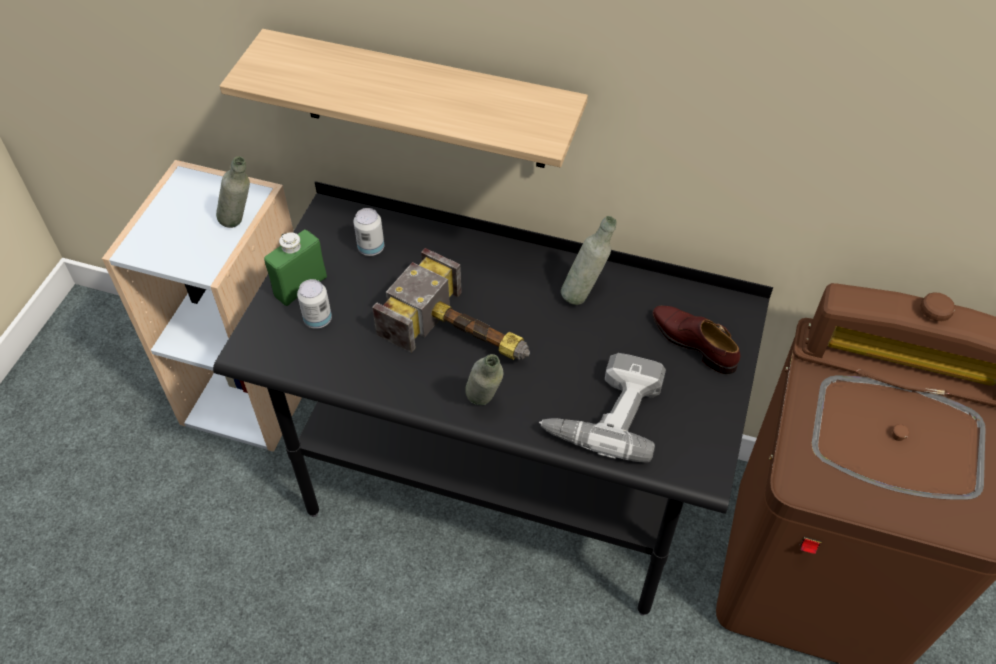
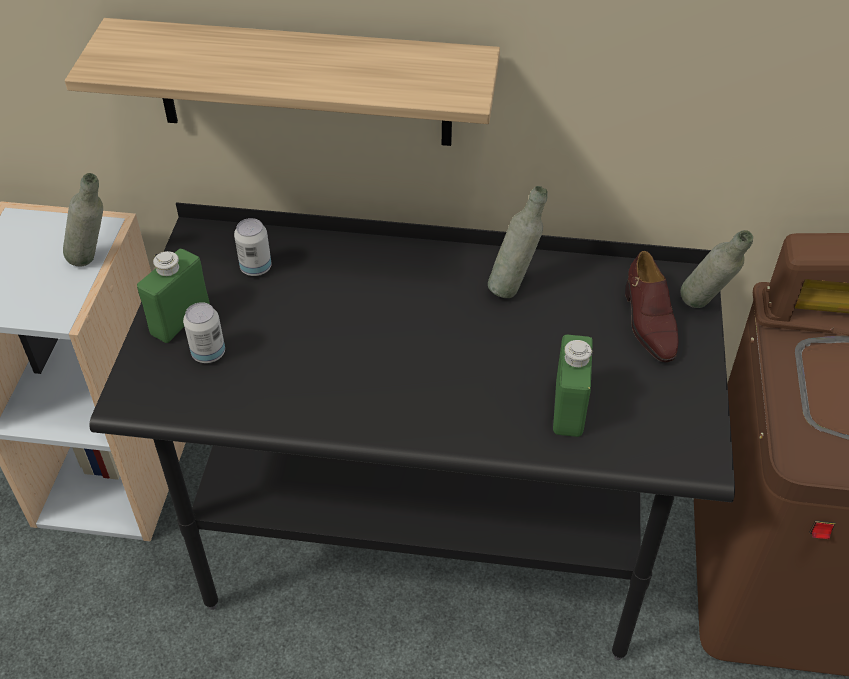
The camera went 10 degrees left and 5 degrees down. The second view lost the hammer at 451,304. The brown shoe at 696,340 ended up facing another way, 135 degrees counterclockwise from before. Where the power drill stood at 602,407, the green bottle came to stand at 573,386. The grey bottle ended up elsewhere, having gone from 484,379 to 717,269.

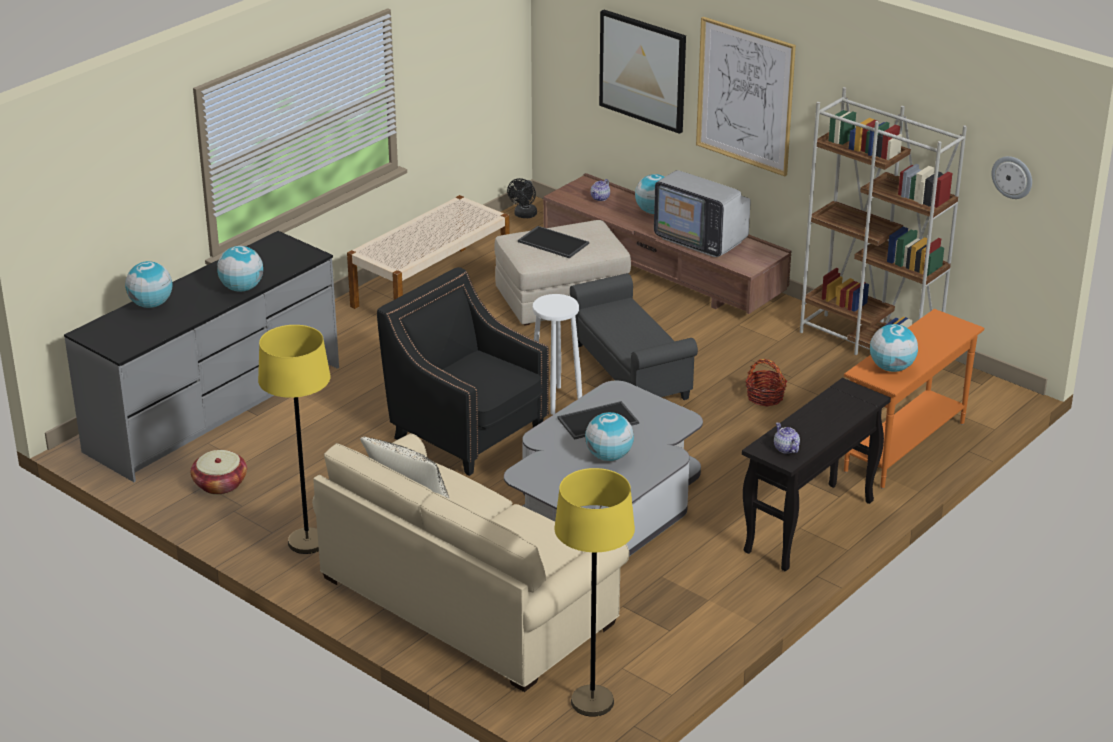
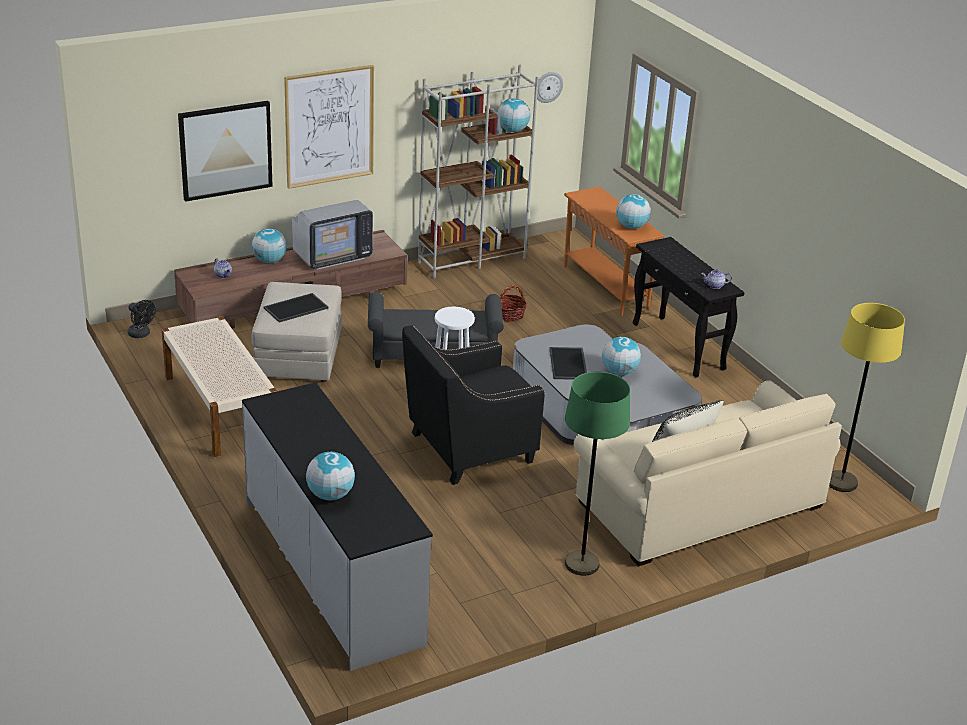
The camera went 70 degrees left and 0 degrees up. The globe ended up elsewhere, having gone from 240,269 to 513,115. What was the yellow floor lamp at 294,439 turned into the green floor lamp at 597,474. The second view lost the basket at 218,472.

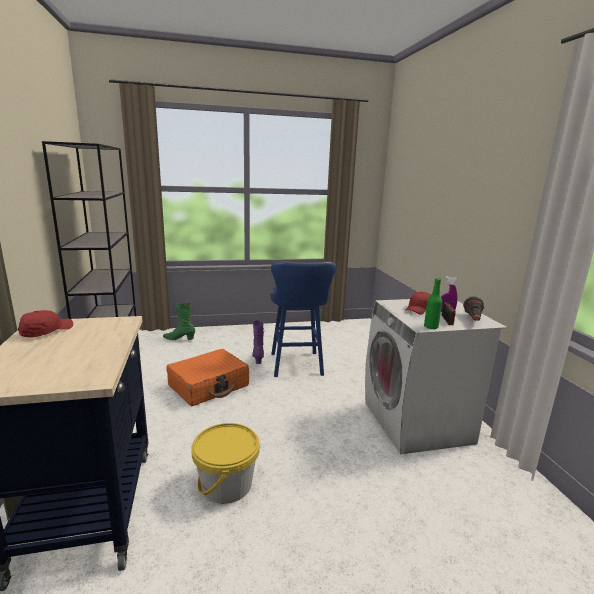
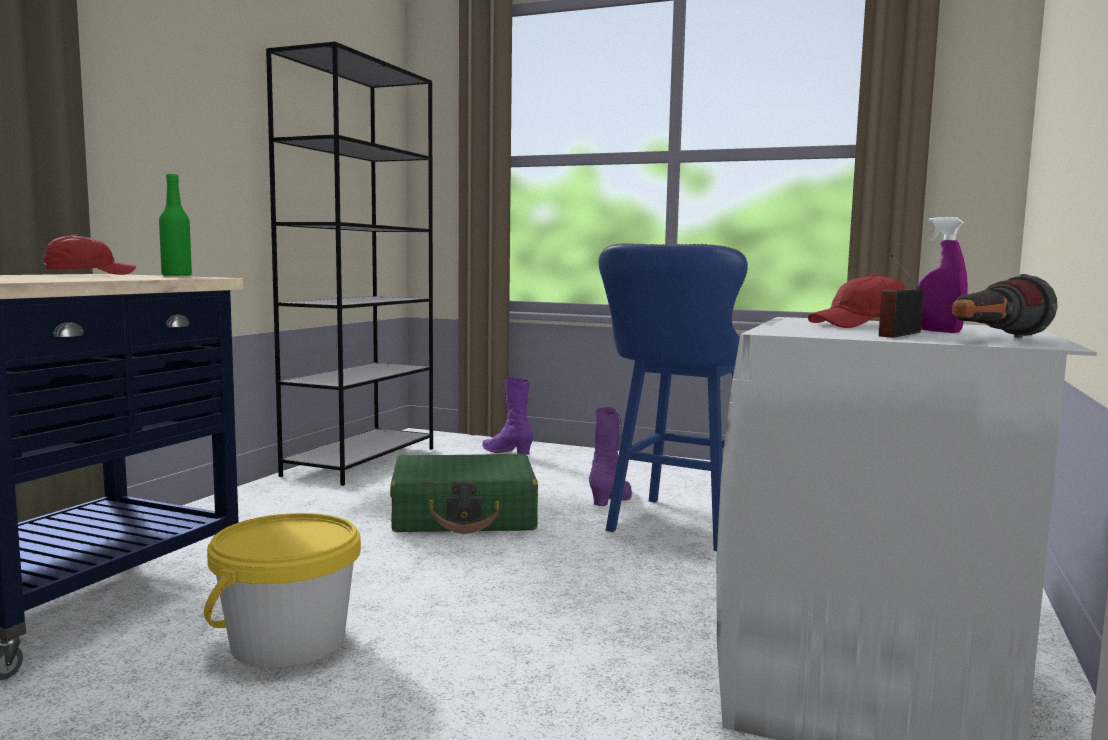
The camera went 35 degrees right and 10 degrees down. The green bottle ended up elsewhere, having gone from 433,303 to 175,225. What was the green boot at 179,321 turned into the purple boot at 507,416. What was the orange suitcase at 207,377 turned into the green suitcase at 464,494.

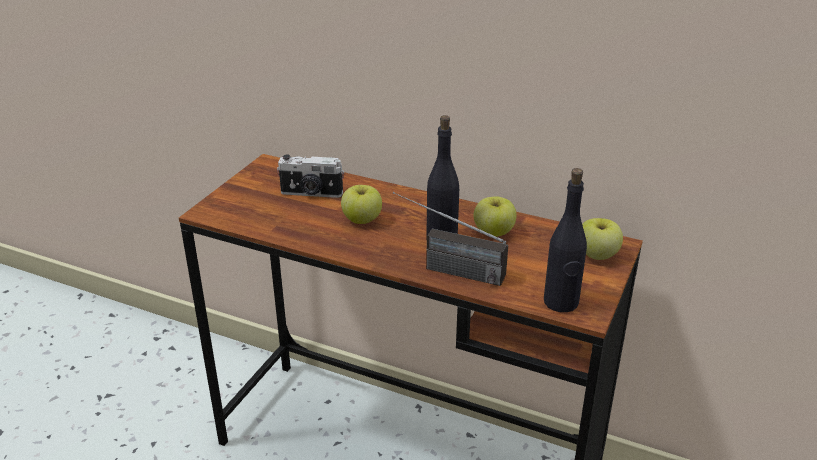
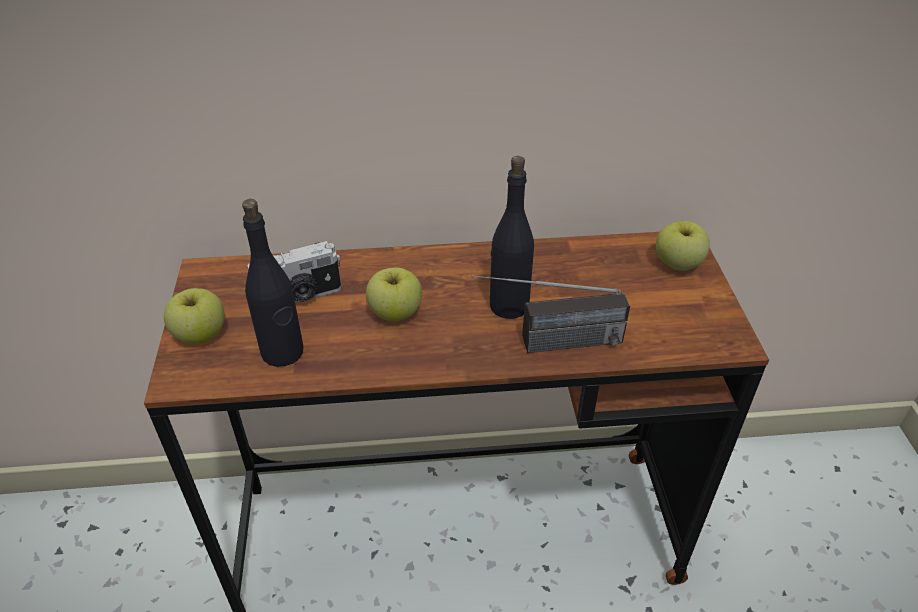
The camera went 30 degrees left and 10 degrees up. The black bottle ended up elsewhere, having gone from 565,240 to 273,283. The apple ended up elsewhere, having gone from 495,216 to 194,316.

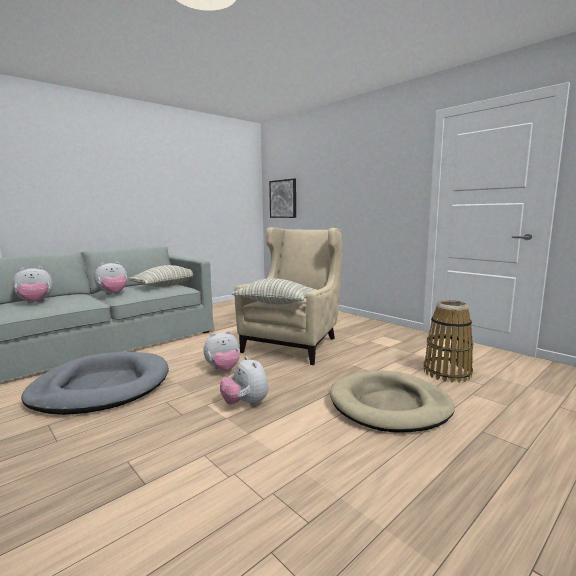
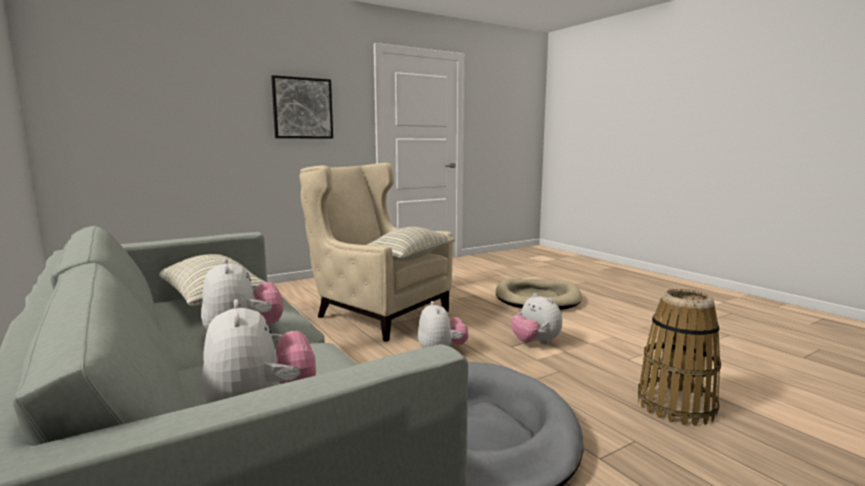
The camera went 80 degrees left and 0 degrees up. The picture ended up elsewhere, having gone from 282,198 to 302,107. The basket ended up elsewhere, having gone from 448,341 to 679,357. The plush toy at 244,381 ended up facing another way, 75 degrees clockwise from before.

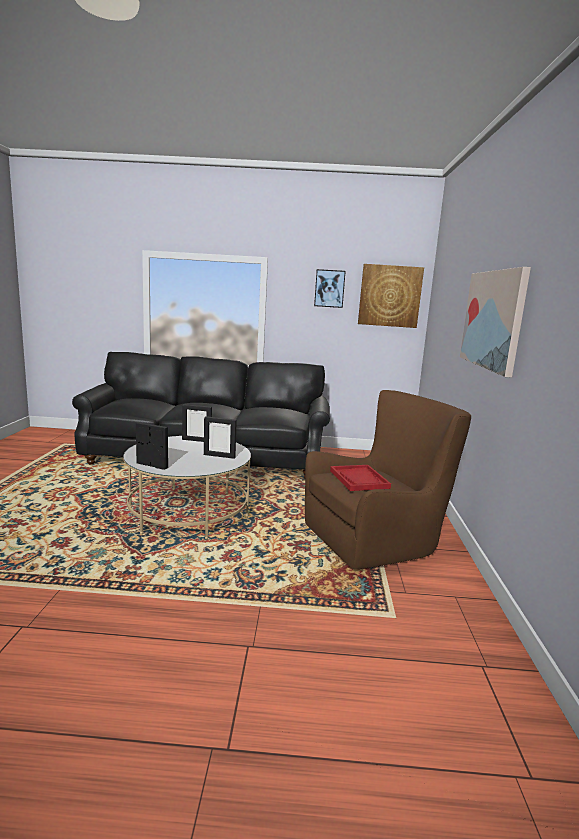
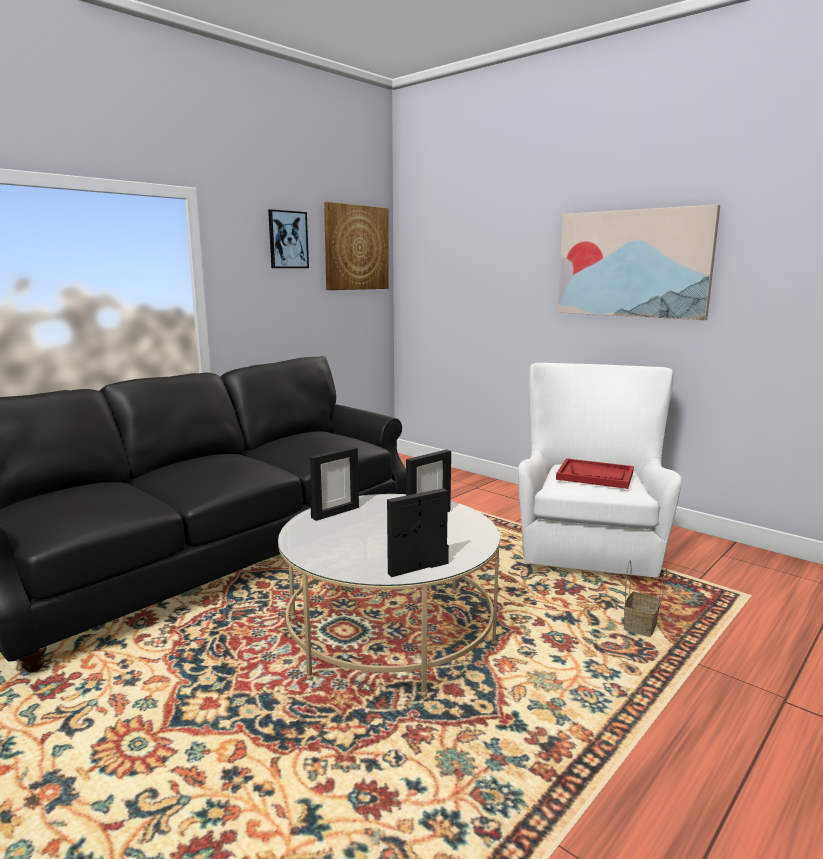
The camera went 50 degrees left and 0 degrees up. What was the brown armchair at 388,479 turned into the white armchair at 600,470. The second view gained the basket at 645,598.

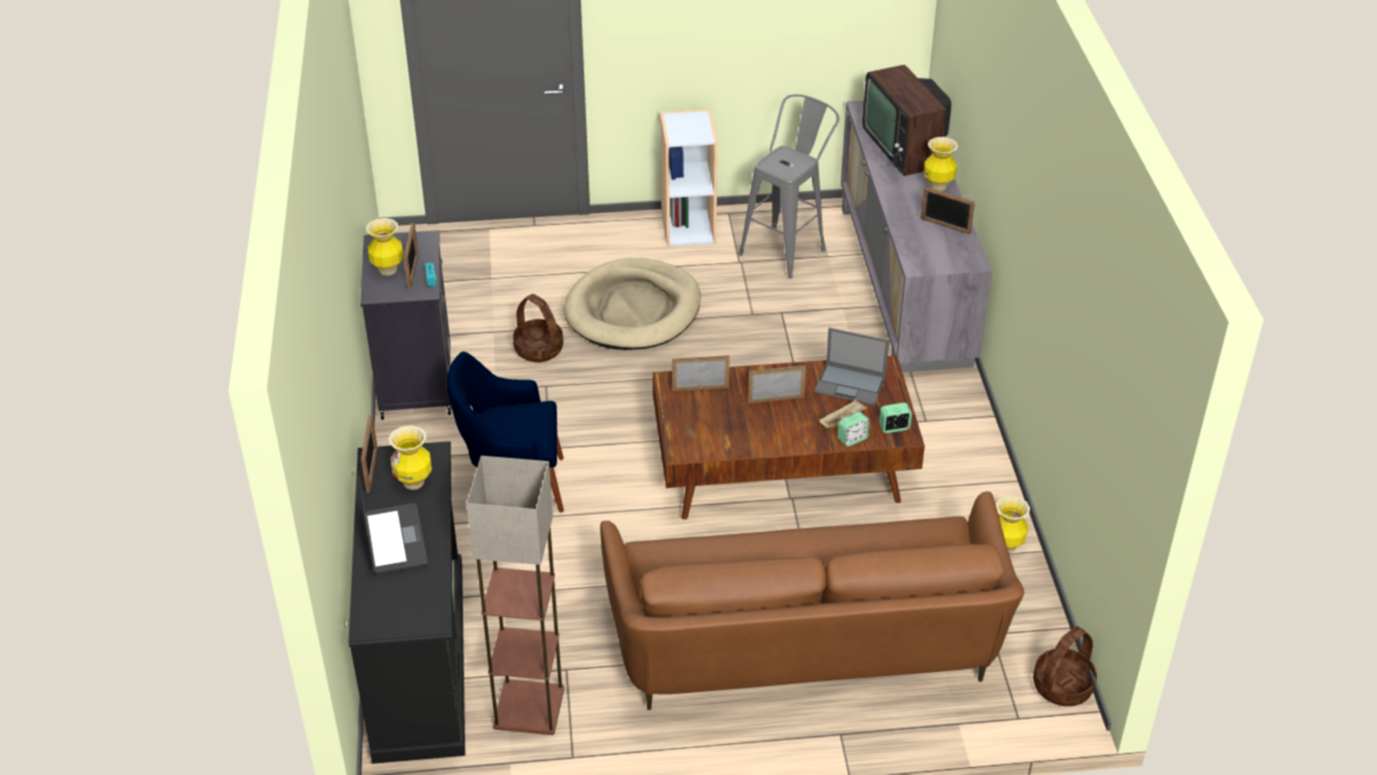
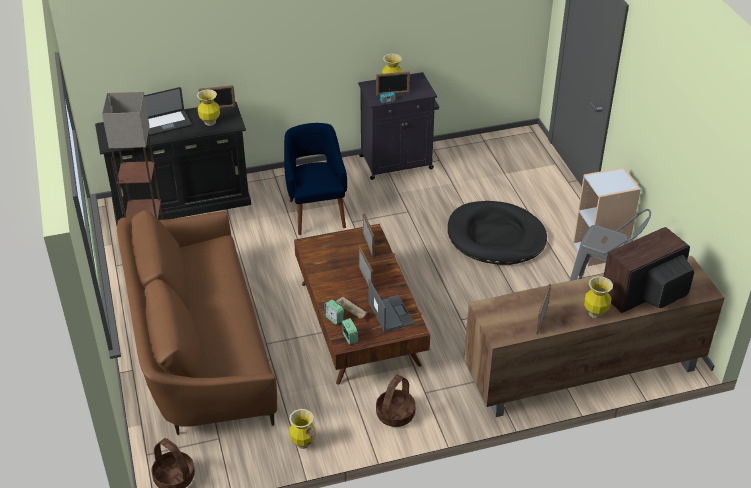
The camera went 80 degrees right and 0 degrees up. What was the grey tv stand at 916,236 turned into the brown tv stand at 594,336. What was the beige dog bed at 632,304 turned into the black dog bed at 497,233. The basket ended up elsewhere, having gone from 538,328 to 396,401. The laptop at 851,366 ended up facing another way, 150 degrees clockwise from before.

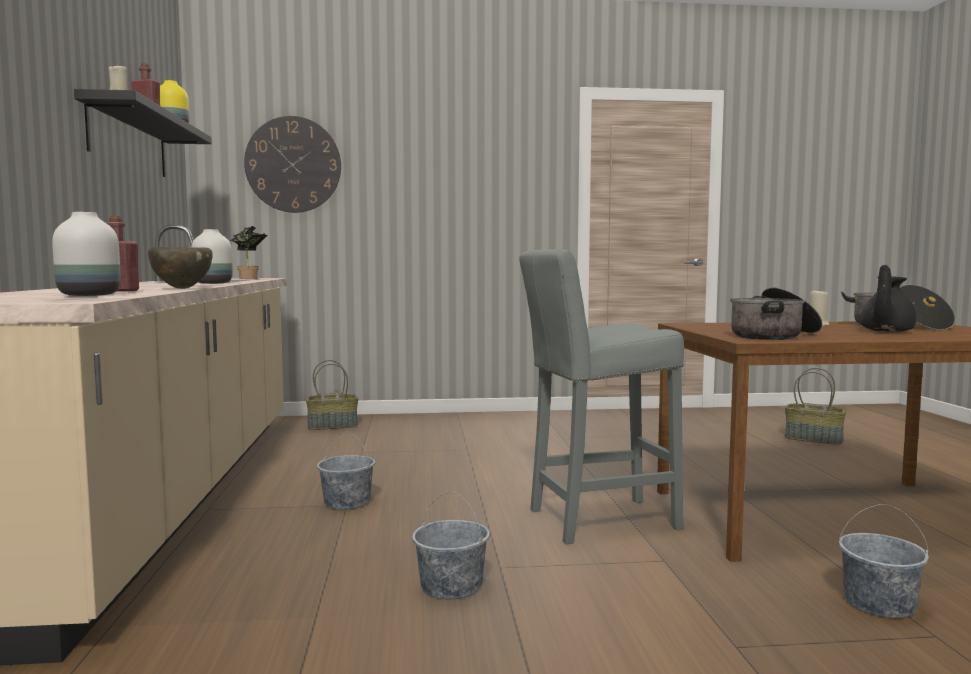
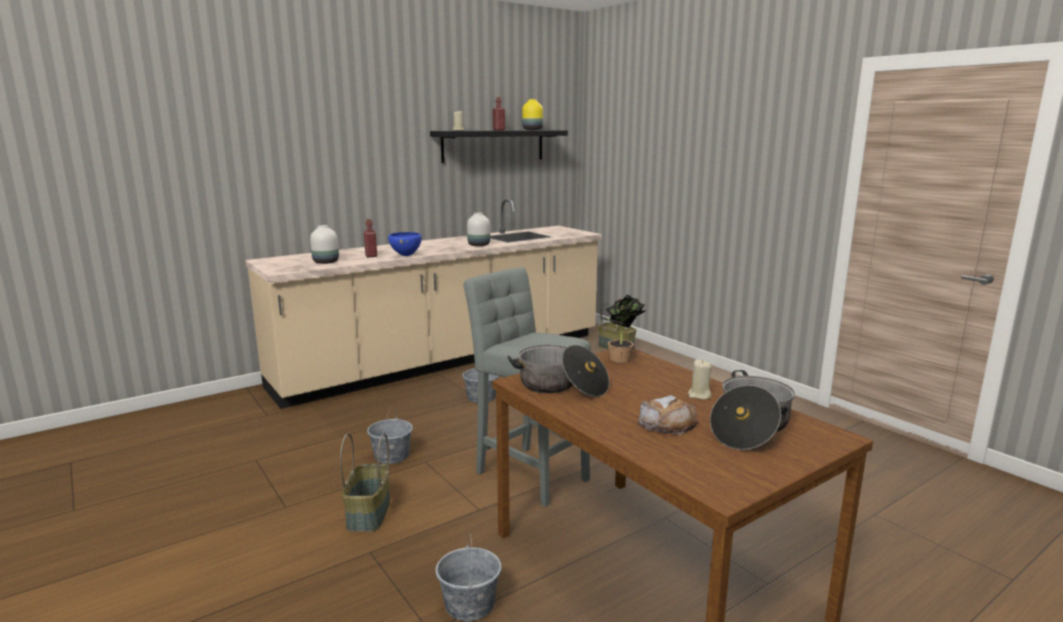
The camera went 60 degrees right and 10 degrees up. The second view lost the wall clock at 292,164. The potted plant ended up elsewhere, having gone from 249,252 to 622,329. What was the brown bowl at 180,268 turned into the blue bowl at 405,244. Where the black teapot stood at 888,298, the bread came to stand at 667,415. The basket ended up elsewhere, having gone from 815,406 to 365,482.

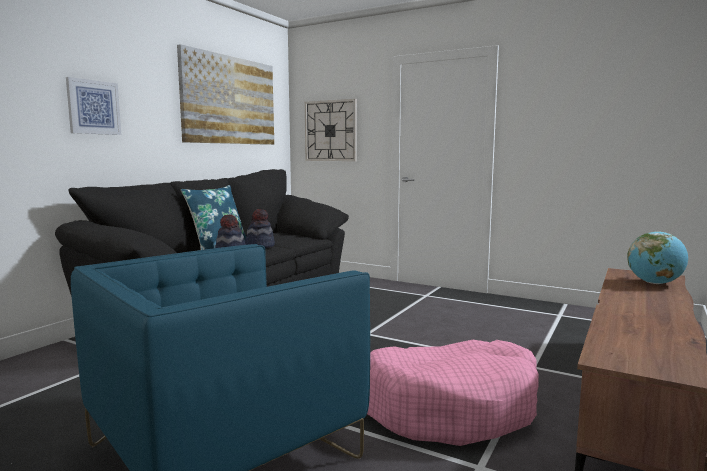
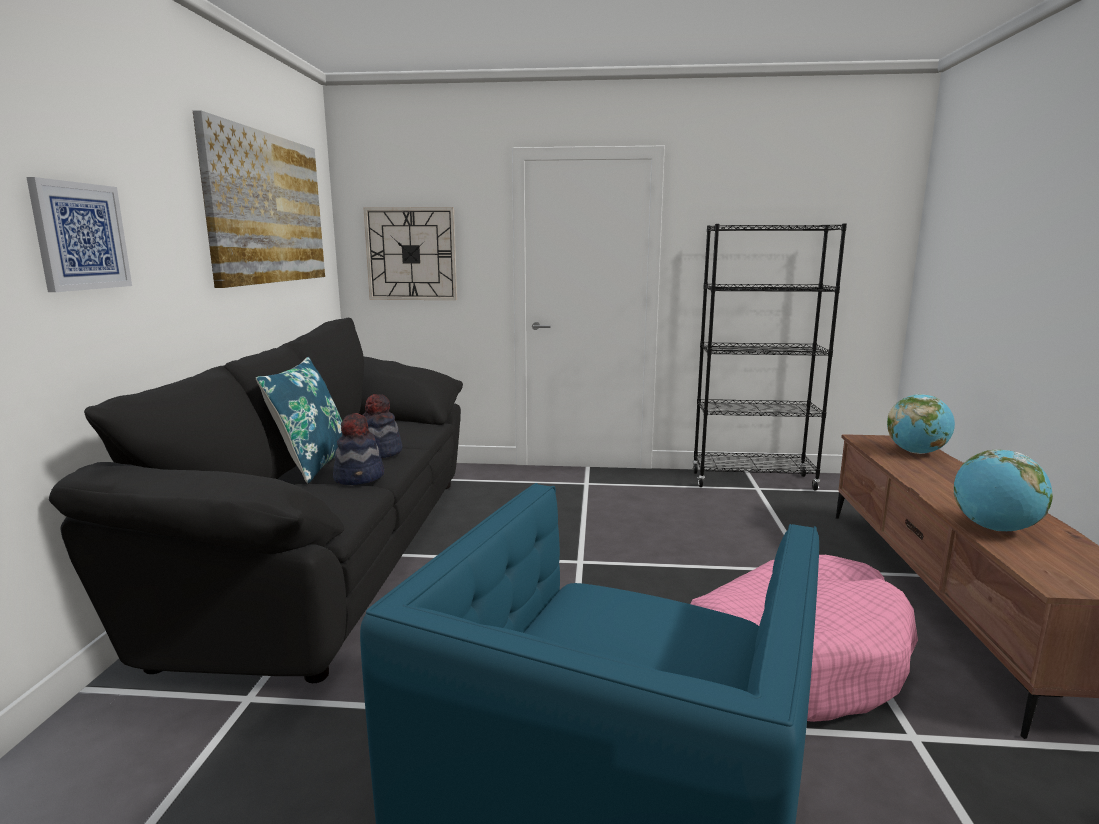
The camera went 25 degrees left and 5 degrees up. The second view gained the black bookcase at 769,357. The second view gained the globe at 1003,490.

